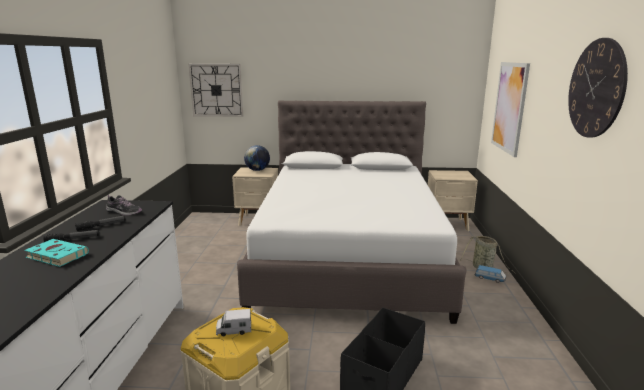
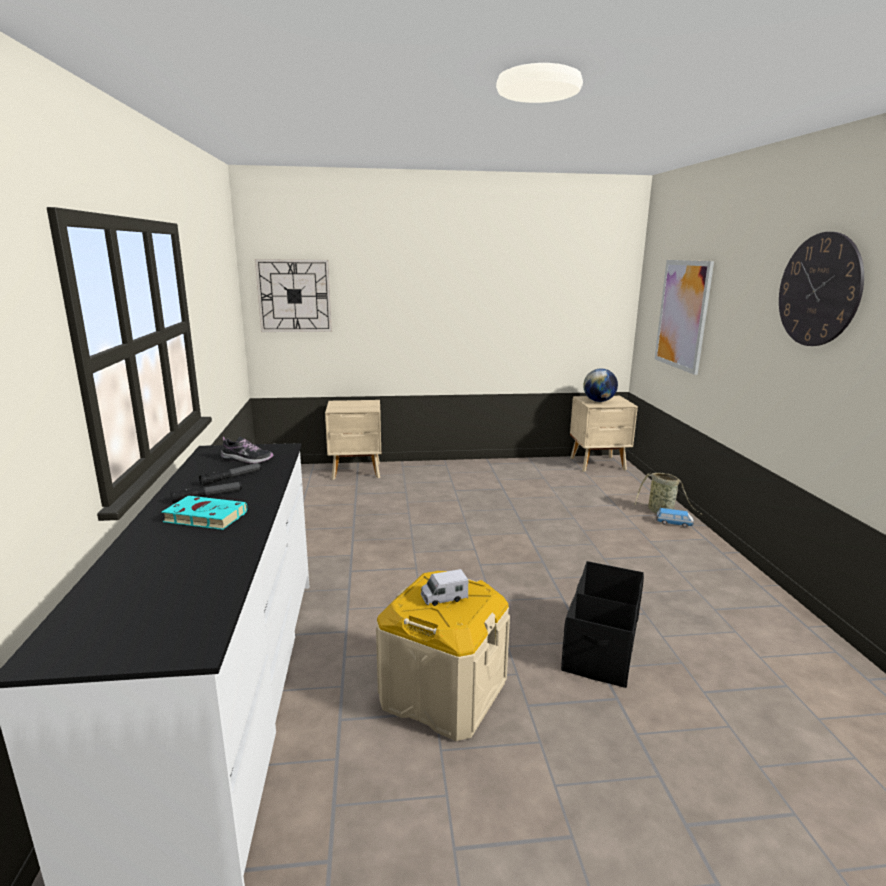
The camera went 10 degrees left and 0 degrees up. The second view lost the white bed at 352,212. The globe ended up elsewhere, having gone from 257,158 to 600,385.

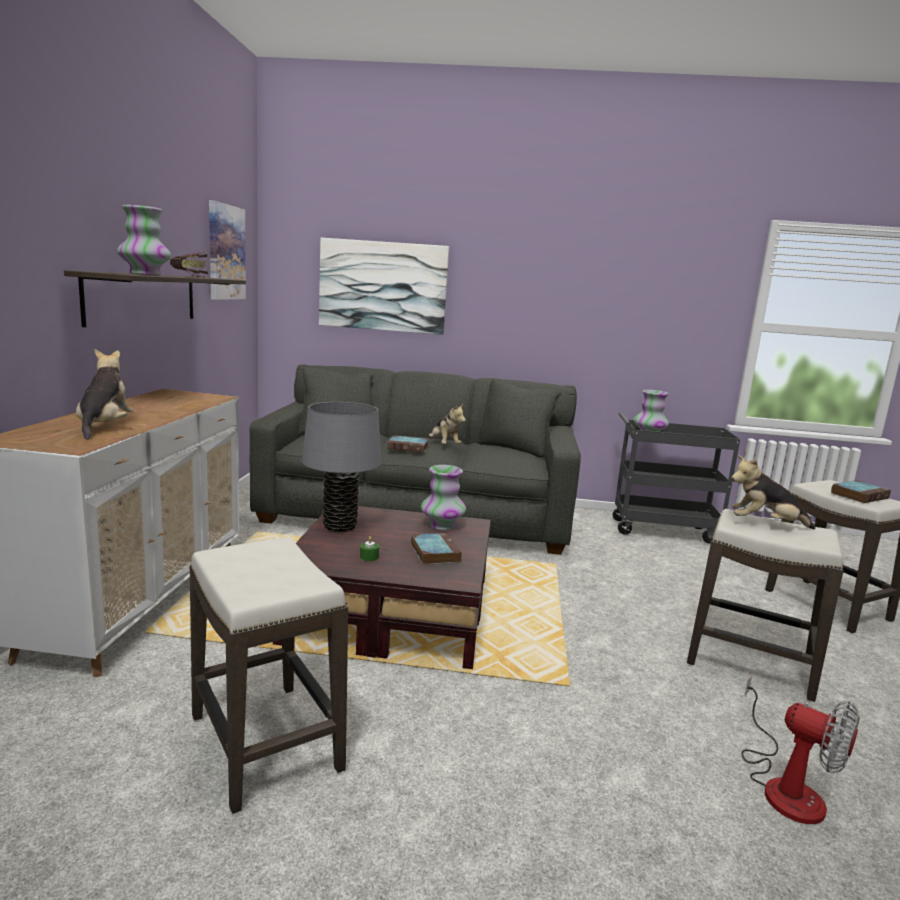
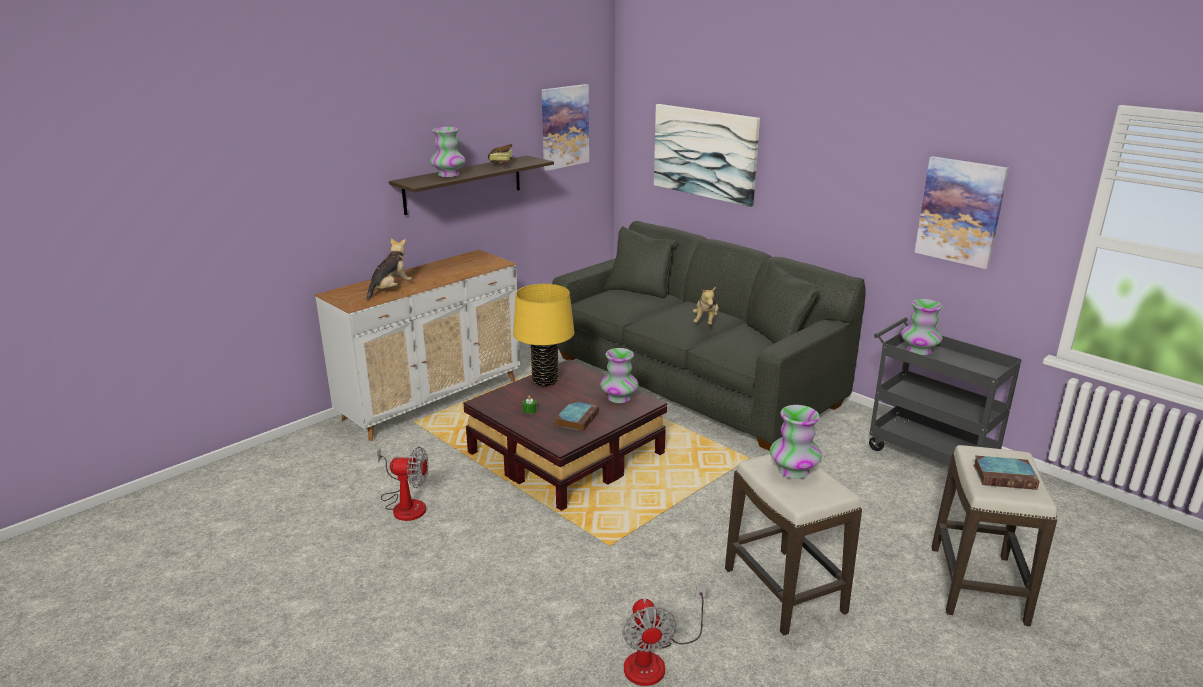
The camera went 40 degrees right and 10 degrees up. What was the grey table lamp at 341,467 turned into the yellow table lamp at 544,335. The second view lost the book at 408,444. Where the plush toy stood at 773,492, the vase came to stand at 796,442. Where the stool stood at 269,675, the fan came to stand at 402,484. The second view gained the picture at 961,212.

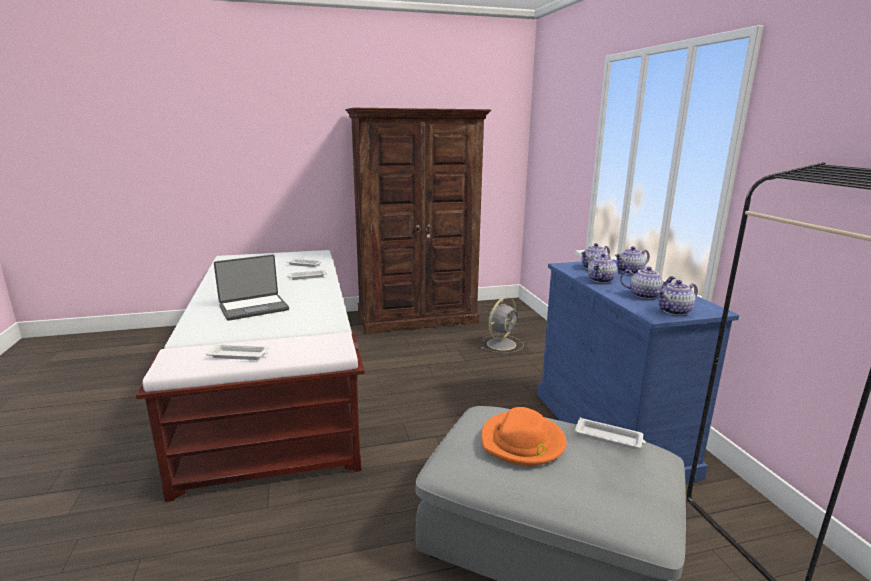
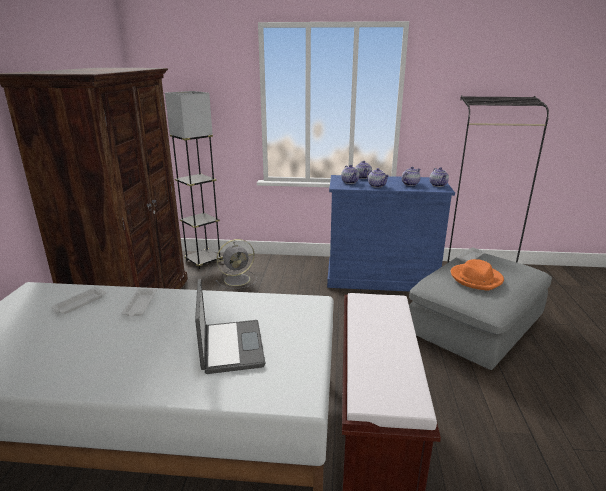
The camera went 70 degrees left and 5 degrees up. The grey fan at 502,325 ended up facing another way, 90 degrees clockwise from before. The second view lost the white tray at 237,352. The second view gained the grey floor lamp at 194,180.

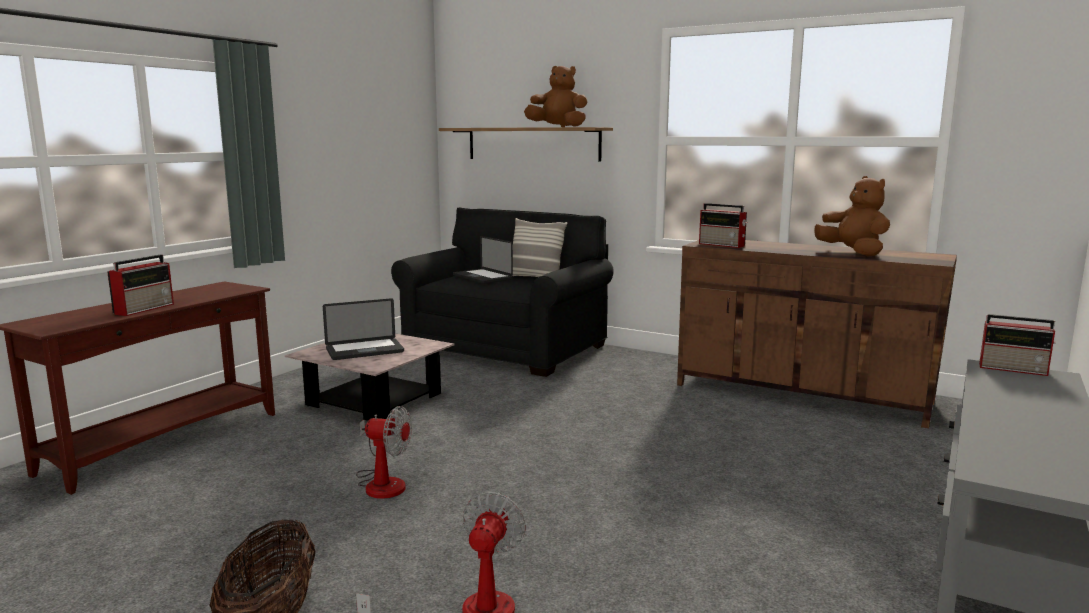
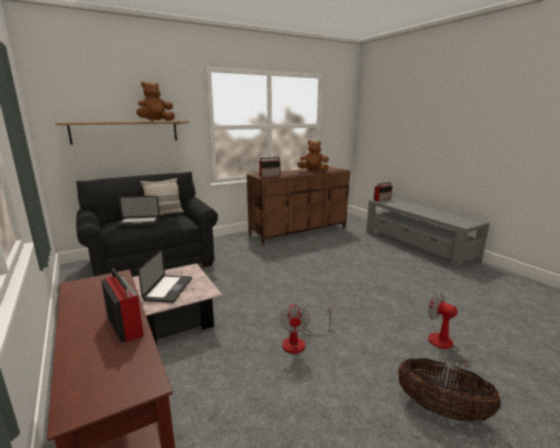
The camera went 60 degrees left and 5 degrees up. The fan at 384,452 ended up facing another way, 135 degrees clockwise from before.

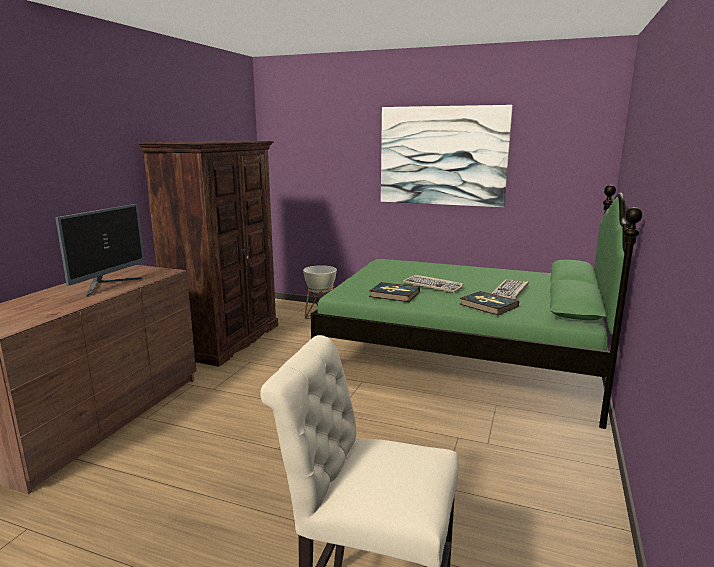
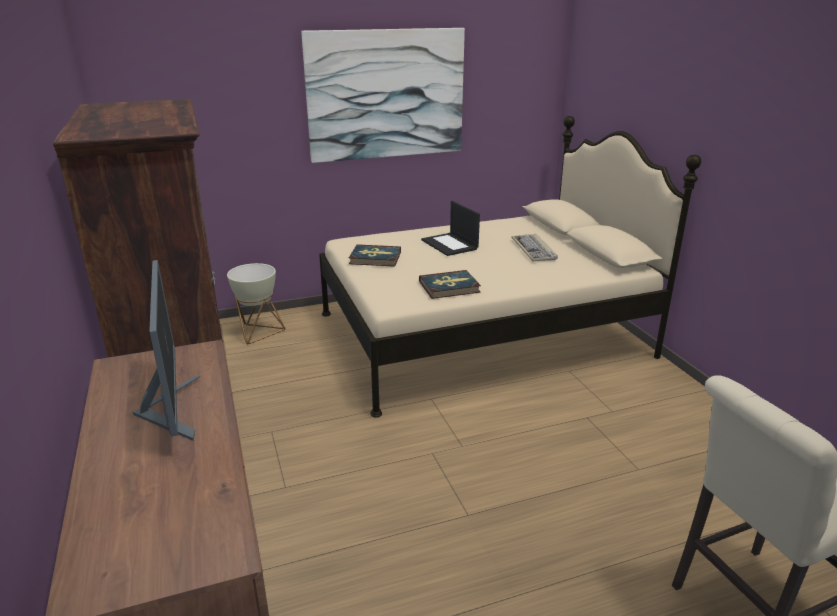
The camera went 40 degrees left and 10 degrees up. What was the green bed at 476,307 turned into the beige bed at 510,267. The second view lost the keyboard at 433,284. The book ended up elsewhere, having gone from 489,303 to 375,255. The second view gained the laptop at 450,228.

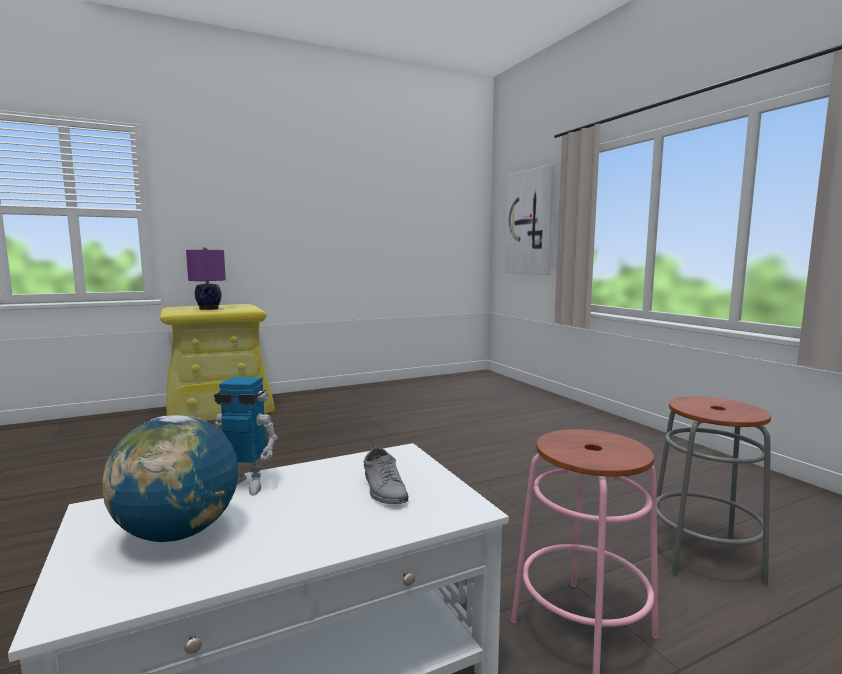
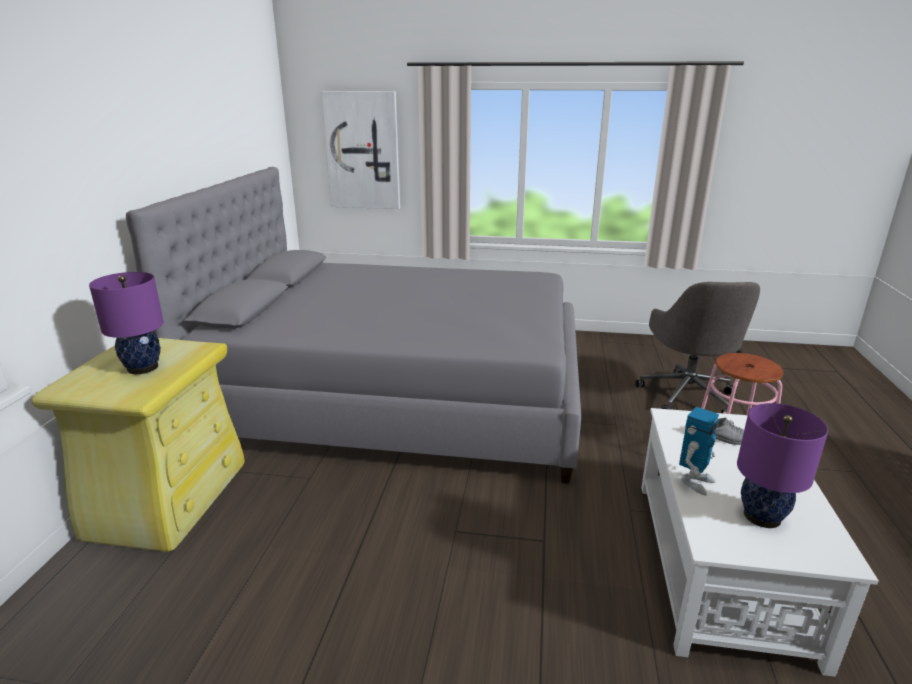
The camera went 55 degrees left and 15 degrees up. Where the grey stool stood at 714,491, the grey office chair came to stand at 697,348. Where the globe stood at 170,478, the purple table lamp came to stand at 782,465. The second view gained the grey bed at 353,325.

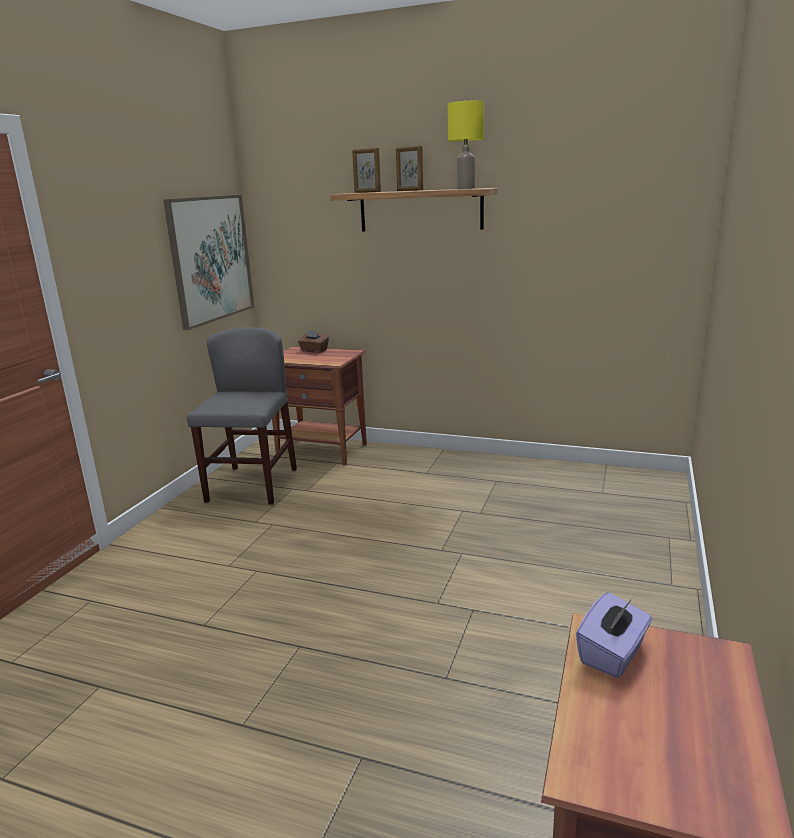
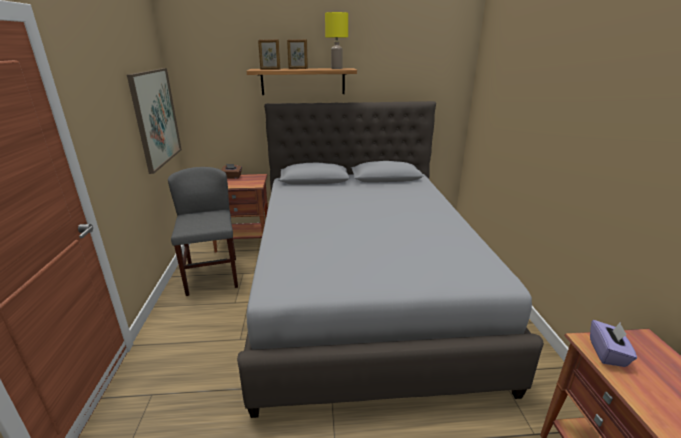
The camera went 25 degrees left and 5 degrees up. The second view gained the grey bed at 390,259.

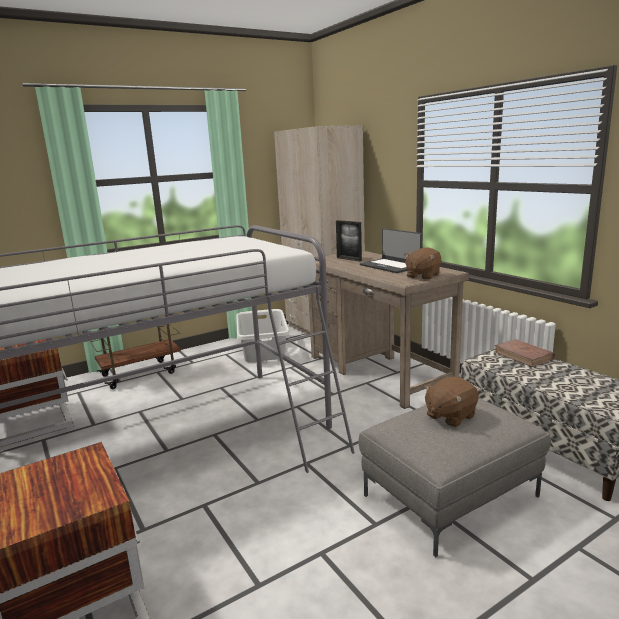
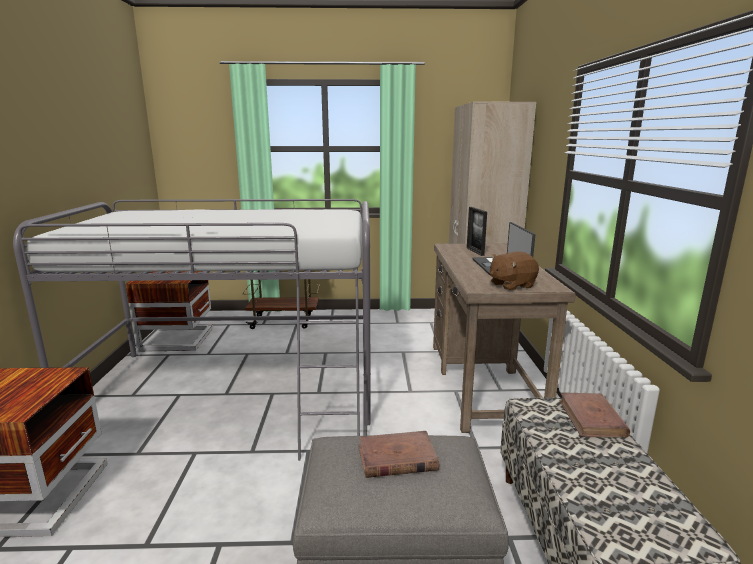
The camera went 30 degrees right and 0 degrees up. The second view lost the grey laundry basket at 263,335. Where the brown plush toy stood at 451,402, the brown book came to stand at 398,454.

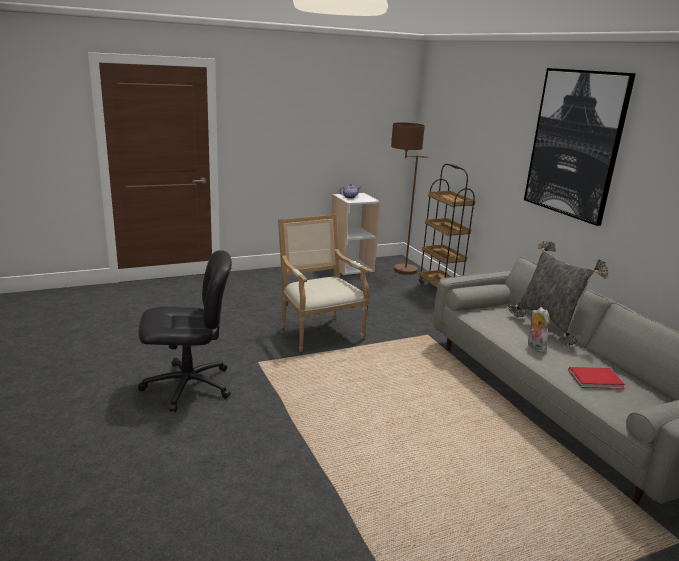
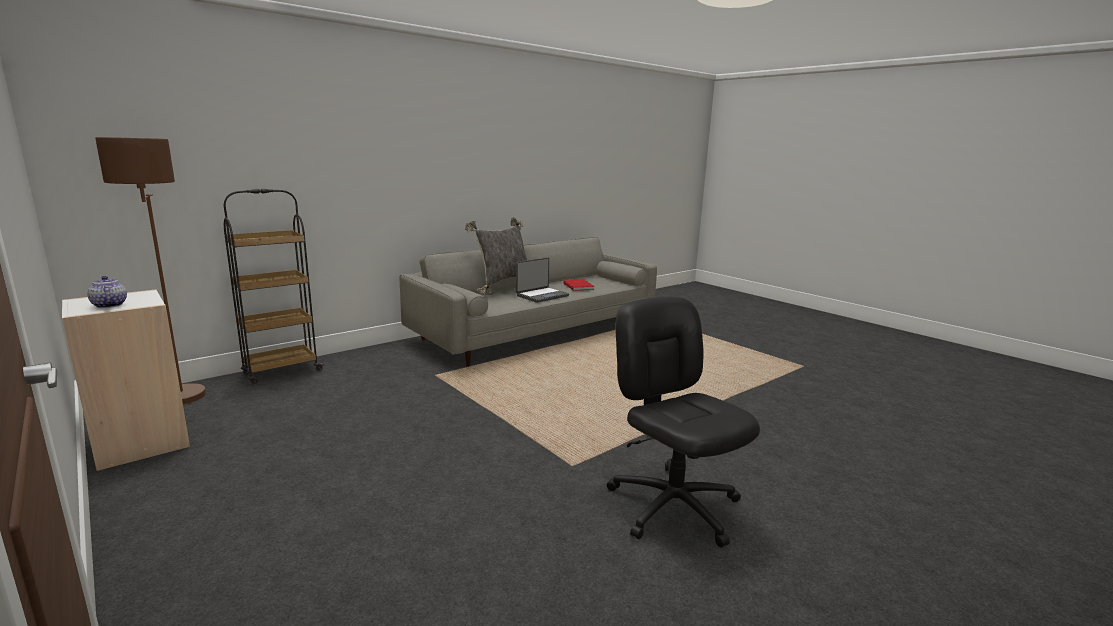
The camera went 105 degrees left and 5 degrees down. The second view lost the picture at 580,147. The second view lost the armchair at 324,283. Where the plush toy stood at 538,329, the laptop came to stand at 542,280.

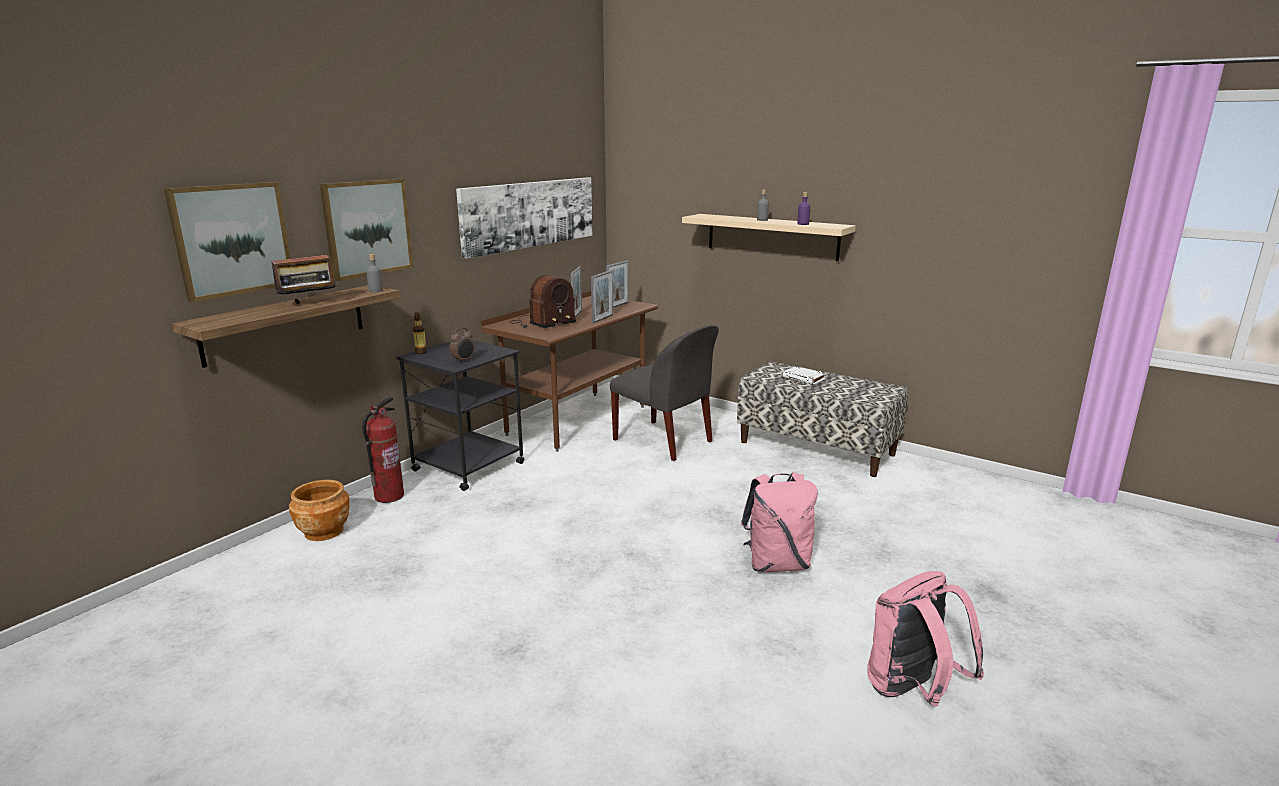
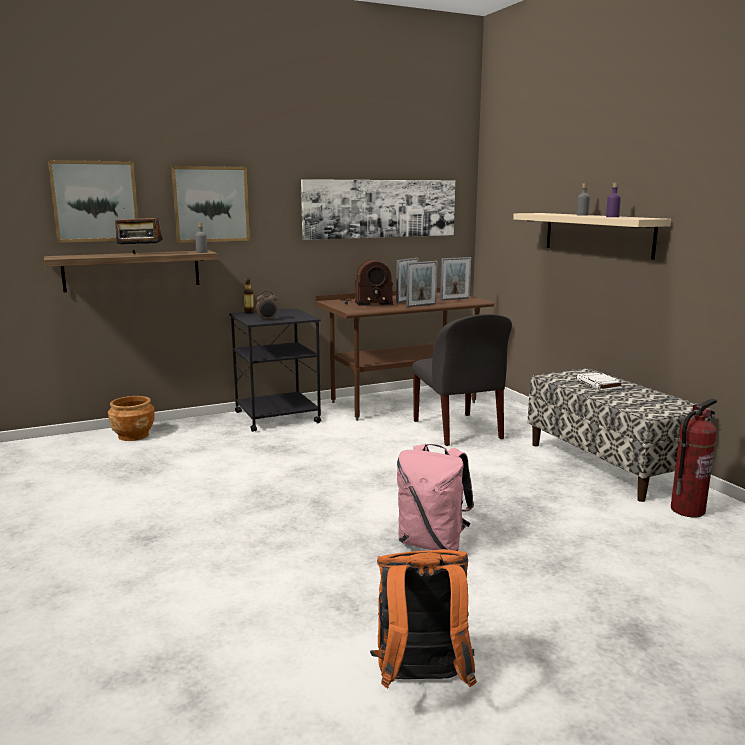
The camera went 30 degrees right and 5 degrees down. The fire extinguisher ended up elsewhere, having gone from 383,450 to 694,457. What was the pink backpack at 925,638 turned into the orange backpack at 423,618.

